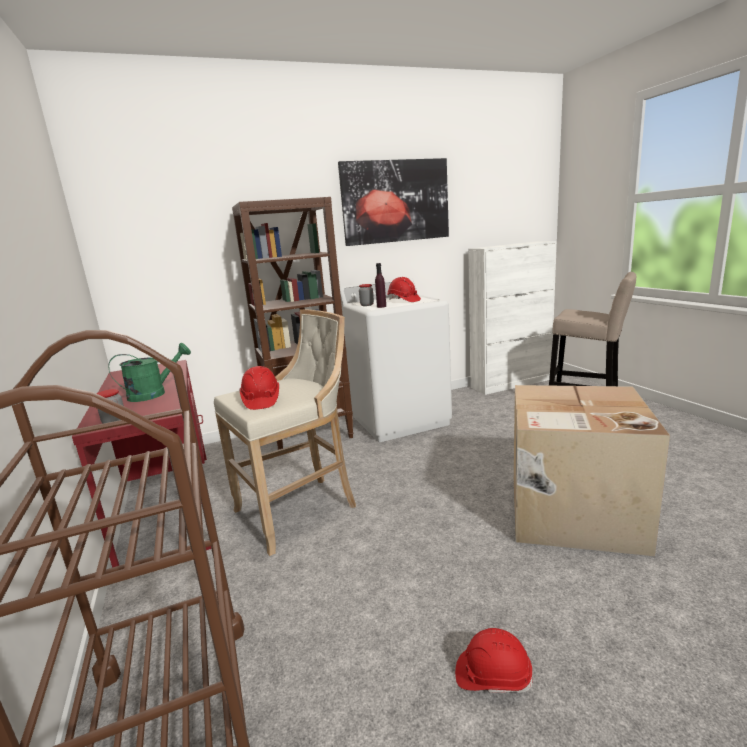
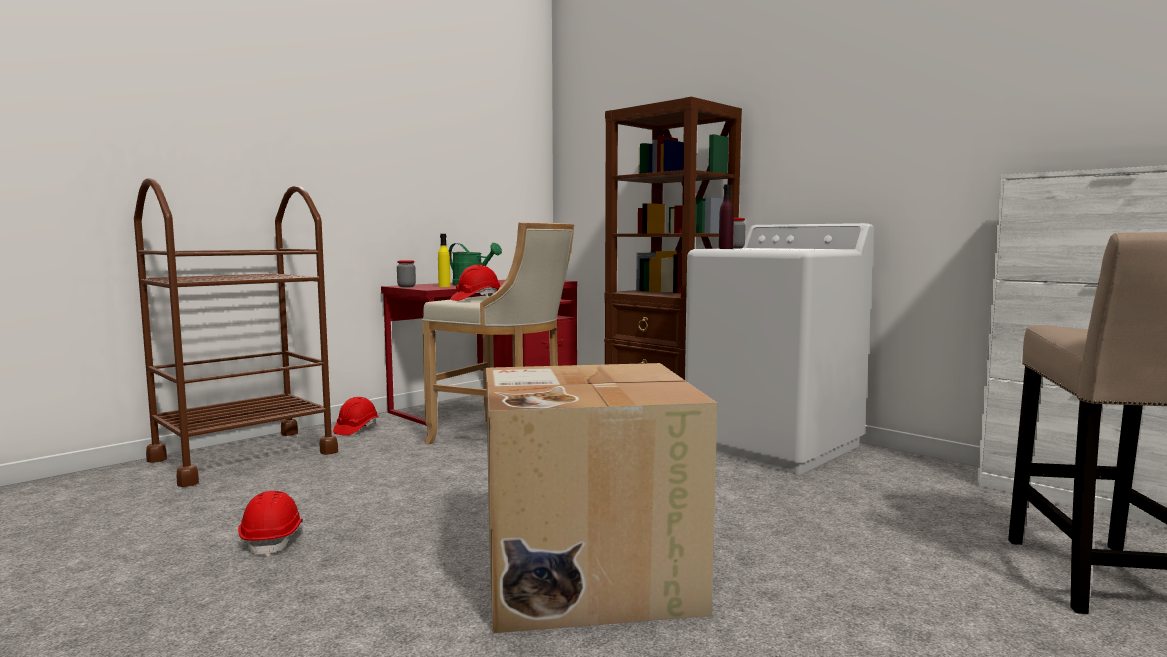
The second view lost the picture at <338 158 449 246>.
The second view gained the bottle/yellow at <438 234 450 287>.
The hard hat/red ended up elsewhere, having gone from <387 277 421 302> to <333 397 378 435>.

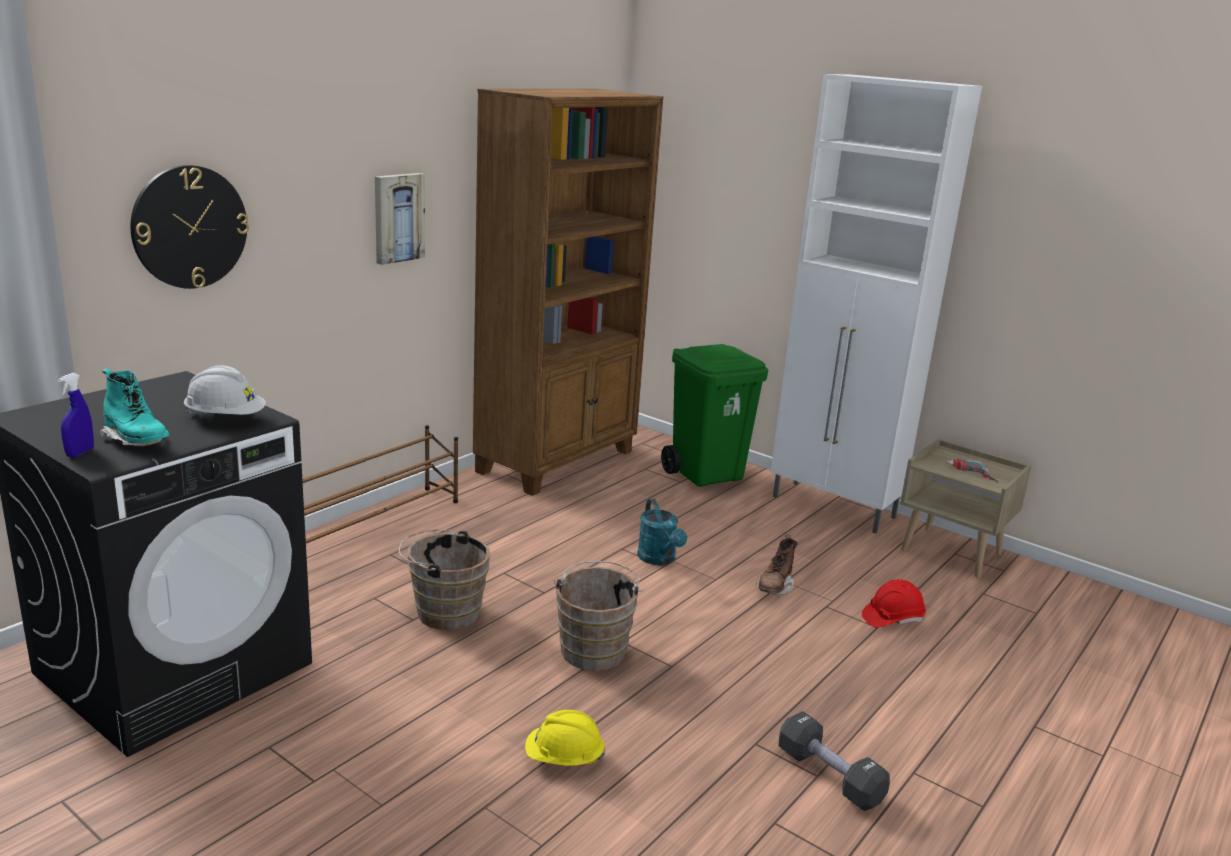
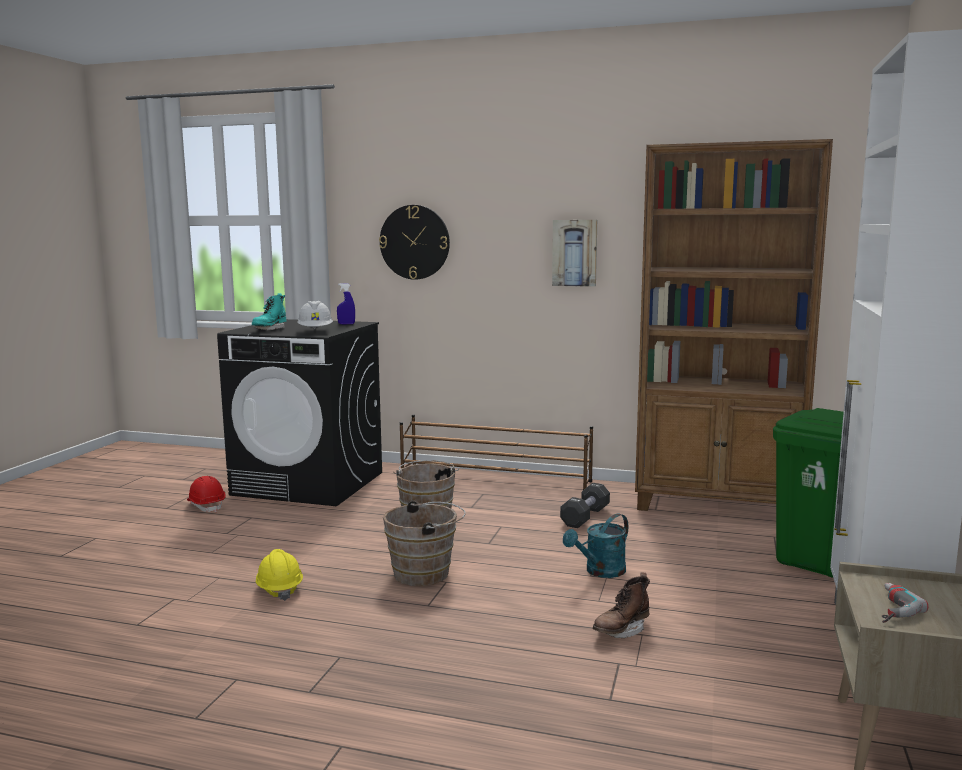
The spray bottle/blue ended up elsewhere, having gone from <58 373 94 457> to <337 283 355 324>.
The dumbbell/black ended up elsewhere, having gone from <778 711 890 811> to <560 483 610 528>.
The hard hat/red ended up elsewhere, having gone from <862 579 926 627> to <187 476 226 512>.
The boot/brown at <756 535 798 595> ended up facing another way, 45 degrees counterclockwise from before.

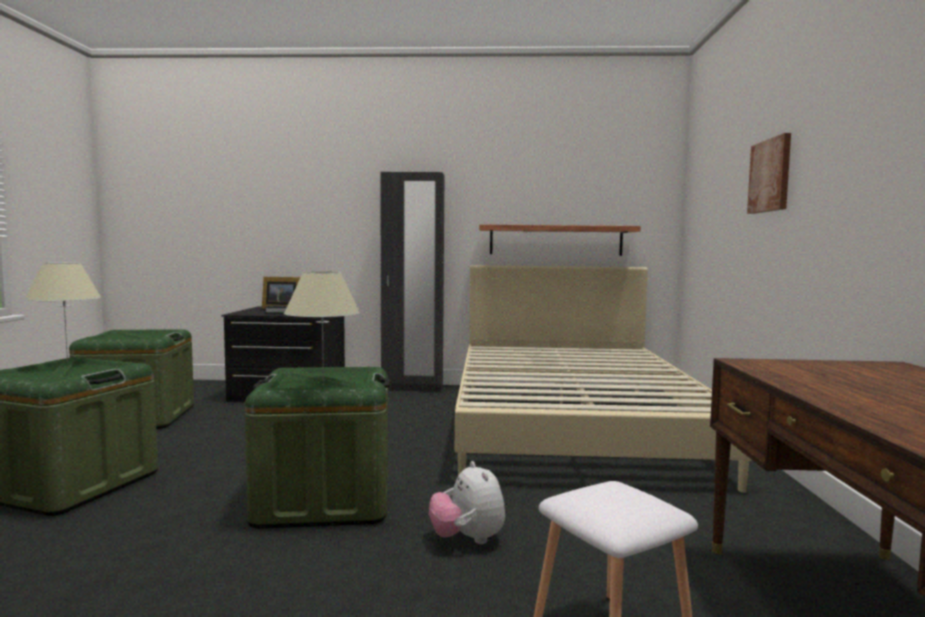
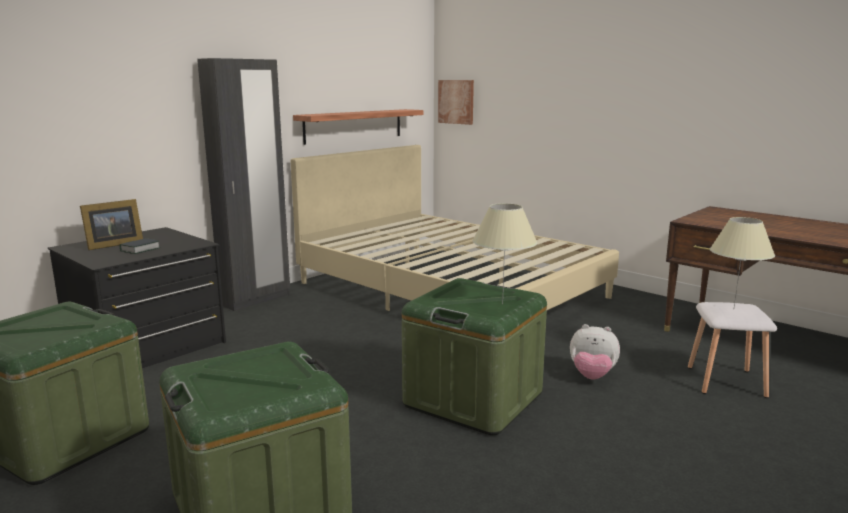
The table lamp/beige ended up elsewhere, having gone from <24 263 101 363> to <710 217 775 307>.
The picture ended up elsewhere, having gone from <747 133 791 214> to <438 80 474 125>.

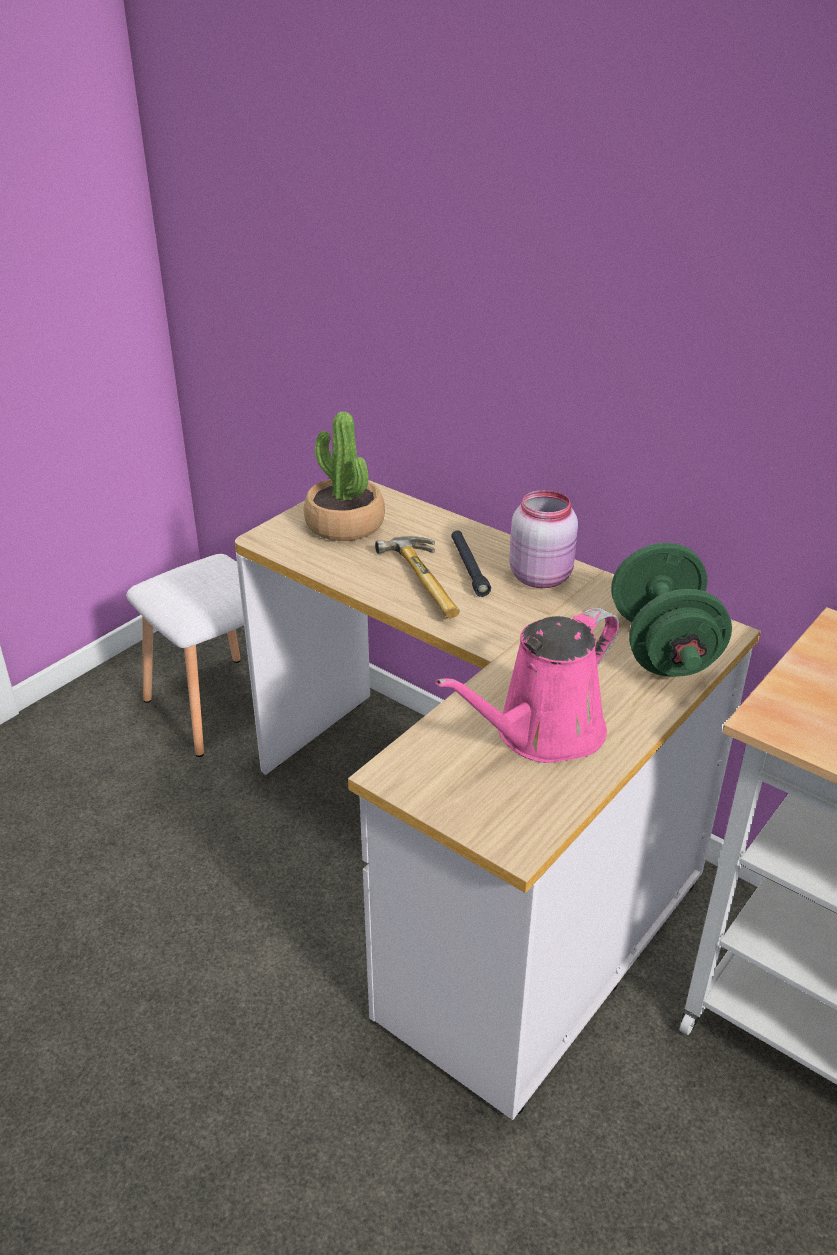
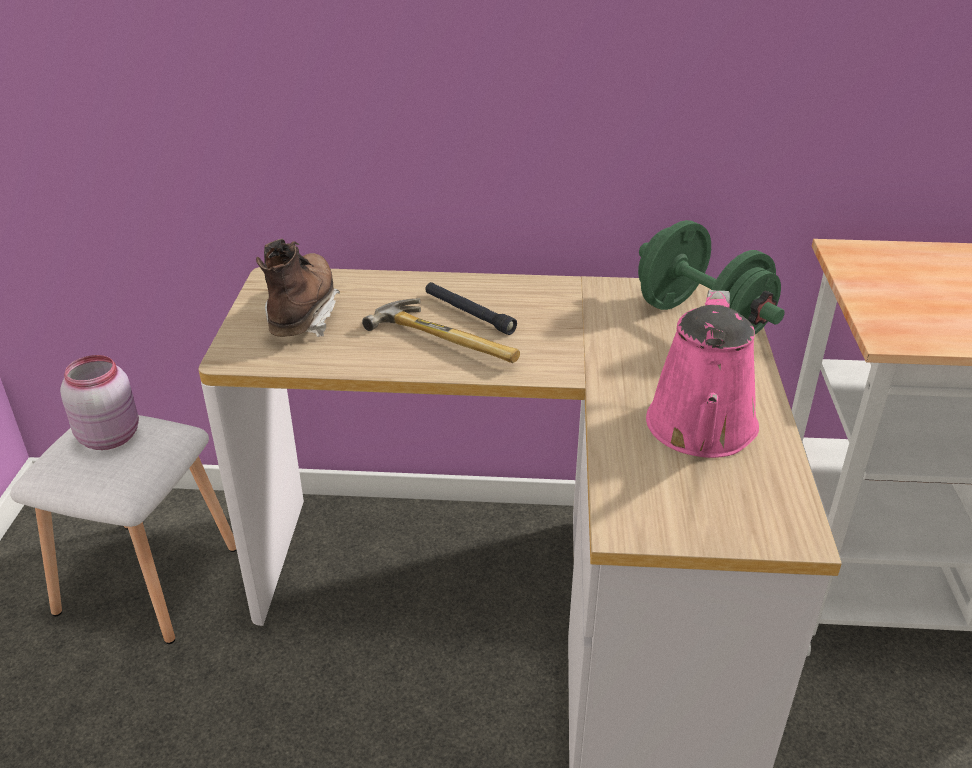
The jar/pink ended up elsewhere, having gone from <509 490 578 588> to <60 355 139 450>.
Where the potted plant stood at <304 411 385 541>, the boot/brown came to stand at <256 239 340 337>.

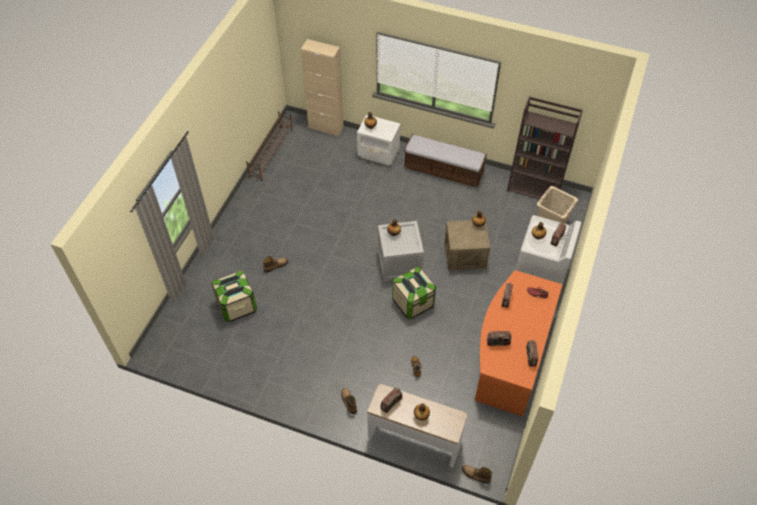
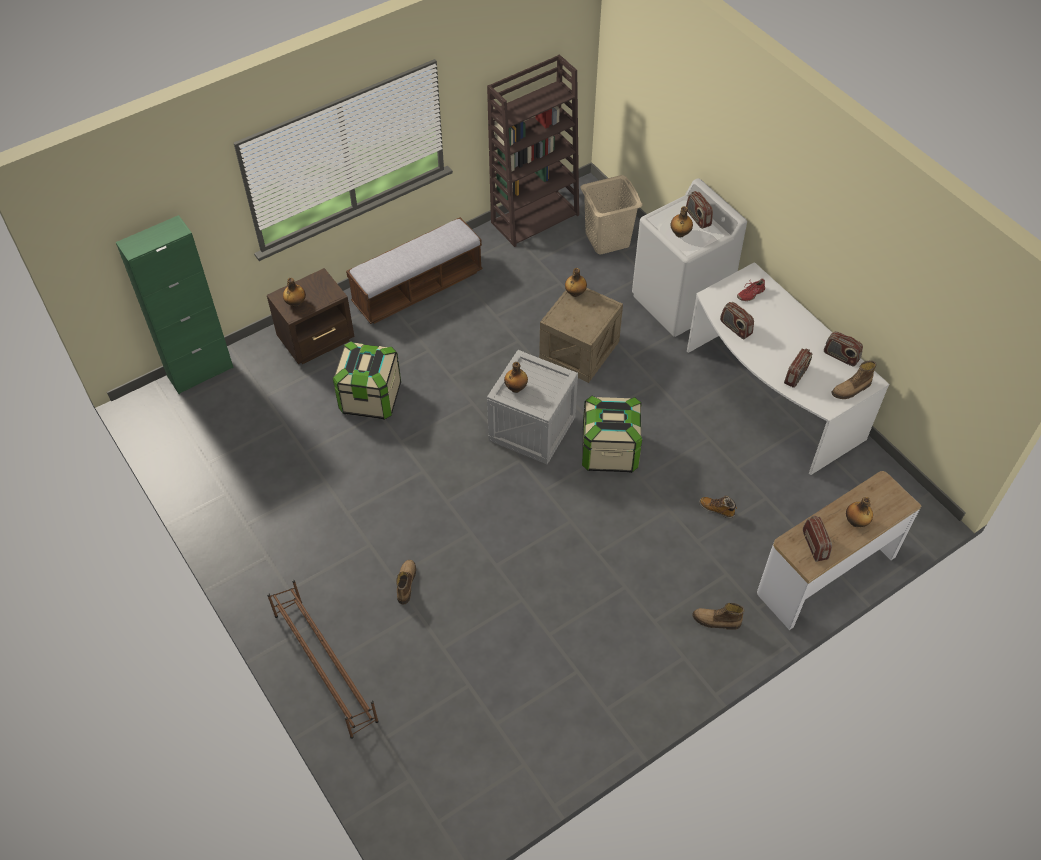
The storage box ended up elsewhere, having gone from <212 271 257 322> to <333 341 401 420>.
The shoe rack/brown ended up elsewhere, having gone from <246 111 293 181> to <267 580 379 739>.
The boot ended up elsewhere, having gone from <462 465 492 484> to <832 360 876 399>.
What was the cabinet/beige at <301 39 344 136> turned into the cabinet/green at <116 215 234 394>.
What was the nightstand/white at <357 115 401 166> turned into the nightstand/brown at <267 268 354 364>.
What was the desk/orange at <475 270 563 417> turned into the desk/white at <687 262 889 475>.

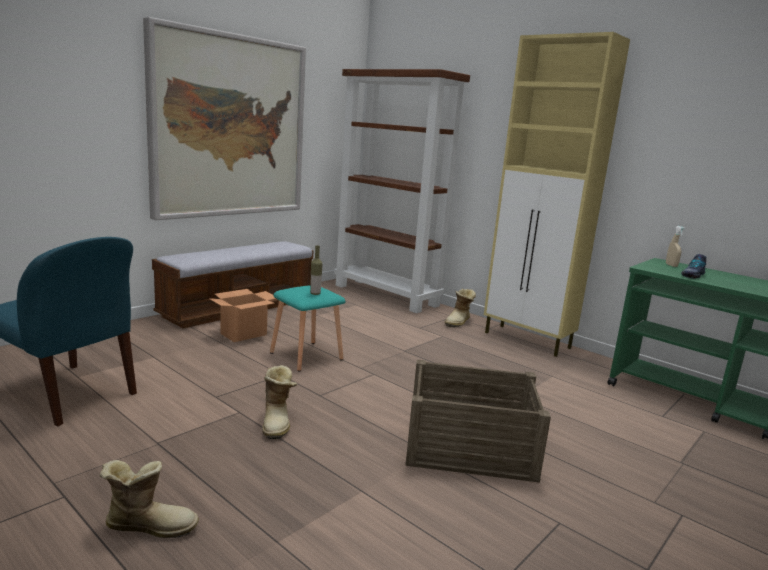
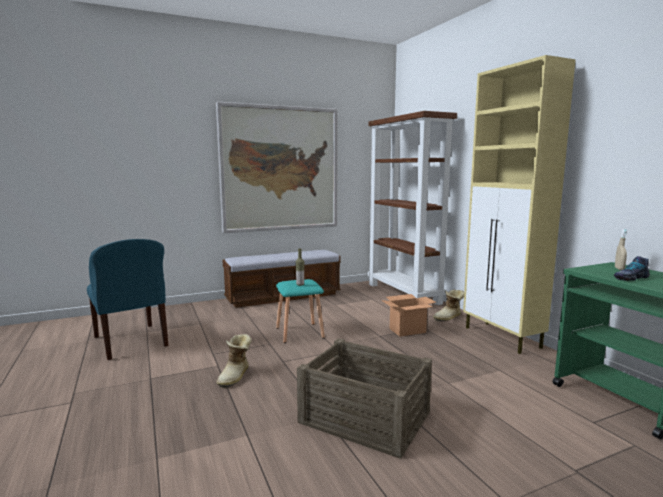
The second view lost the boot at <99 460 199 538>.
The cardboard box ended up elsewhere, having gone from <209 289 276 342> to <381 294 437 337>.

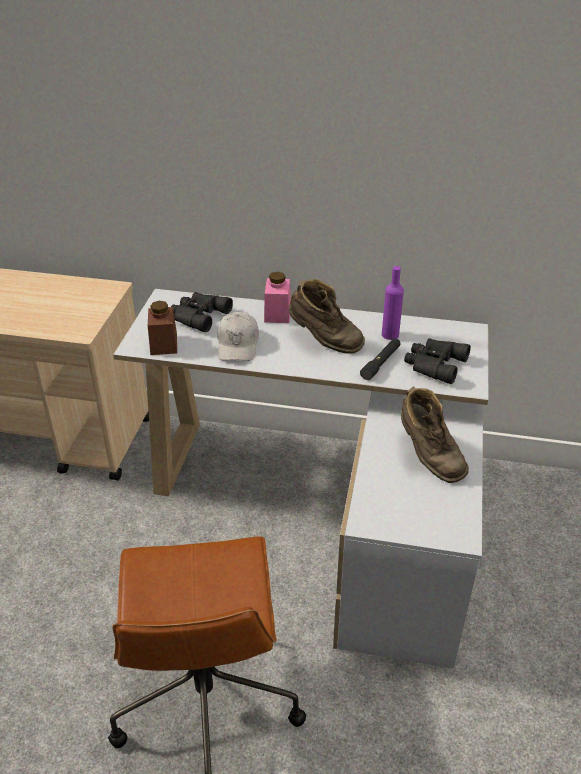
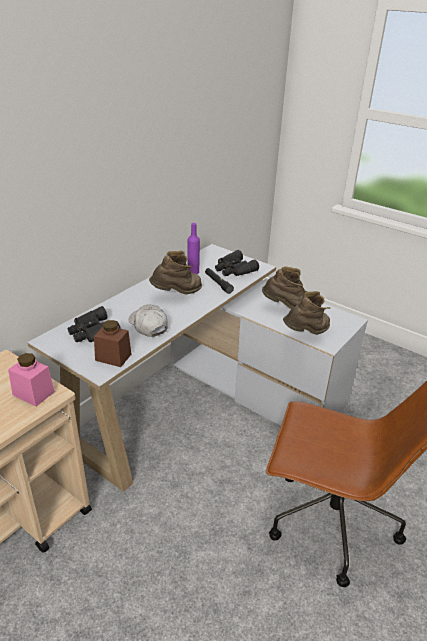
The second view gained the boot/brown at <283 291 330 335>.
The jar/pink ended up elsewhere, having gone from <264 272 291 323> to <8 353 55 407>.
The cap/white at <217 312 259 361> ended up facing another way, 150 degrees counterclockwise from before.

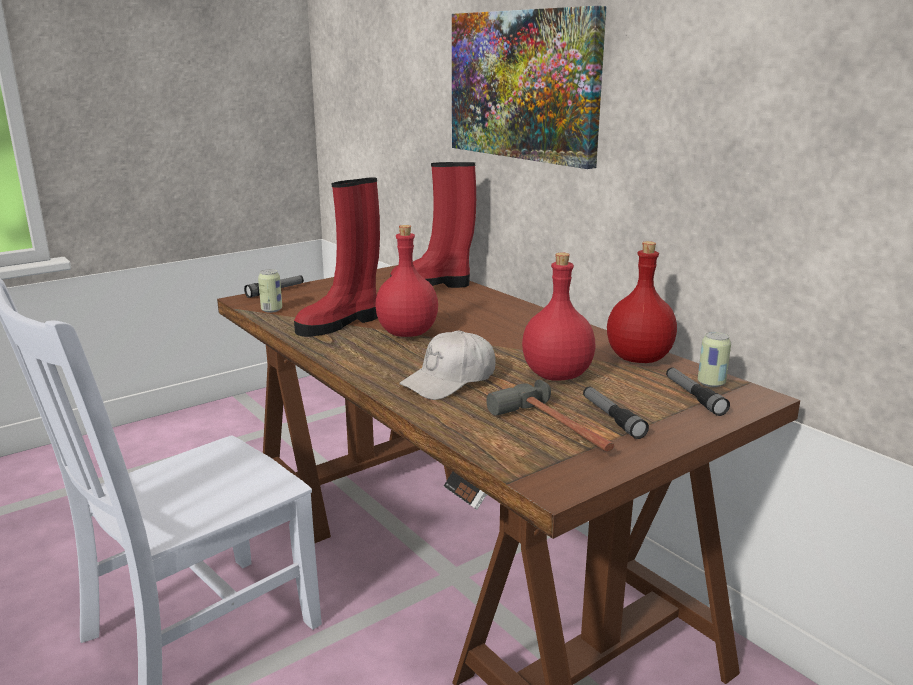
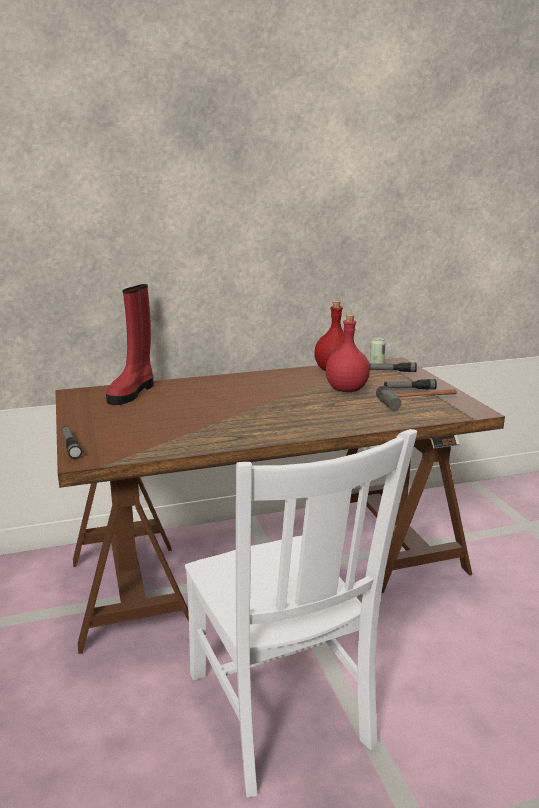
The second view lost the can at <258 269 282 313>.
The second view lost the boot/red at <294 177 380 337>.
The second view lost the bottle/red at <375 225 438 337>.
The second view lost the cap/white at <399 331 496 400>.
The second view lost the picture at <452 6 607 169>.

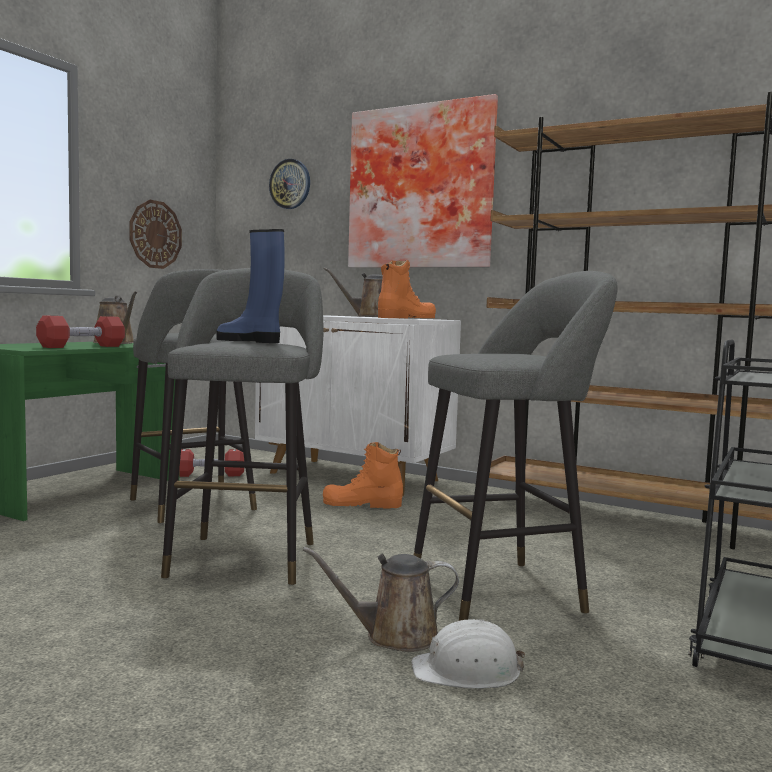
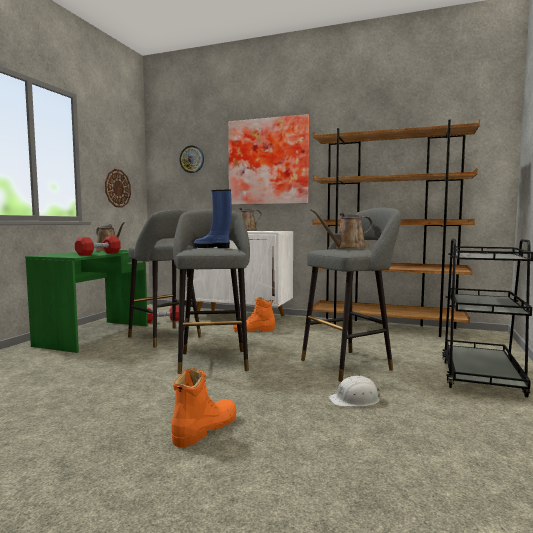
The watering can/brown ended up elsewhere, having gone from <303 547 459 652> to <310 209 373 249>.
The boot/orange ended up elsewhere, having gone from <378 260 436 318> to <171 368 236 448>.

